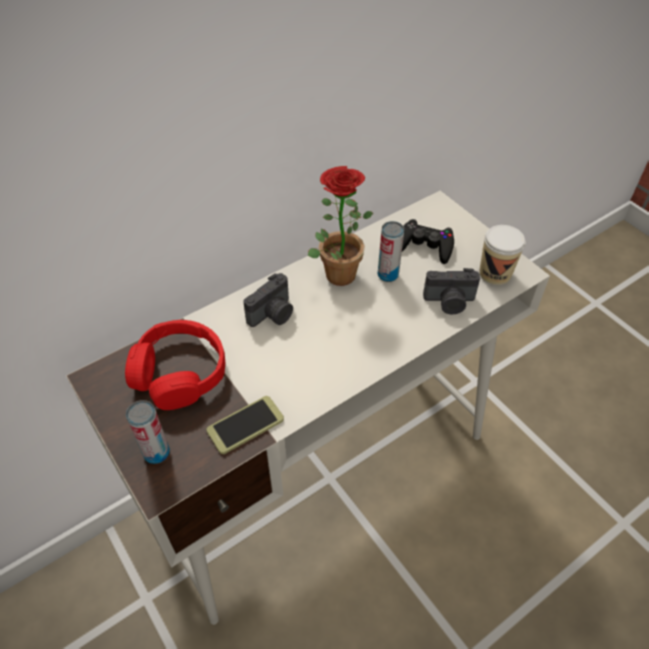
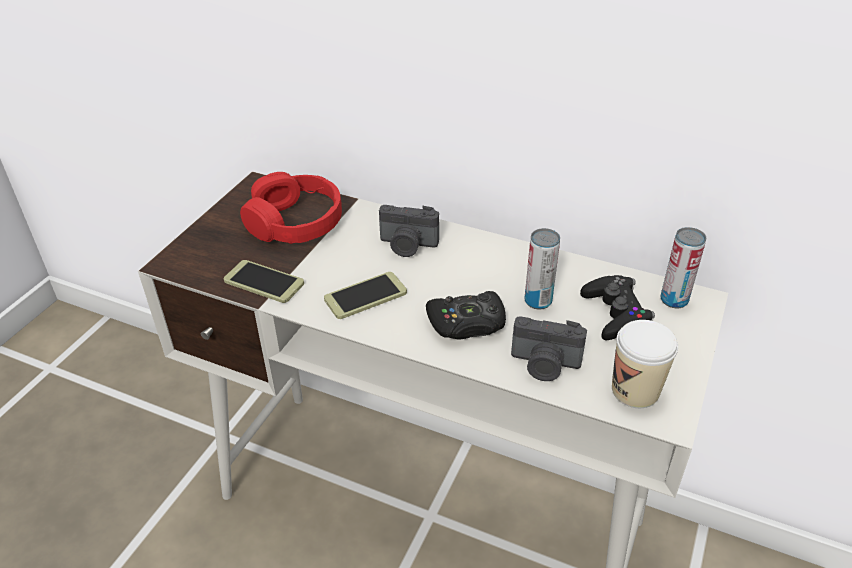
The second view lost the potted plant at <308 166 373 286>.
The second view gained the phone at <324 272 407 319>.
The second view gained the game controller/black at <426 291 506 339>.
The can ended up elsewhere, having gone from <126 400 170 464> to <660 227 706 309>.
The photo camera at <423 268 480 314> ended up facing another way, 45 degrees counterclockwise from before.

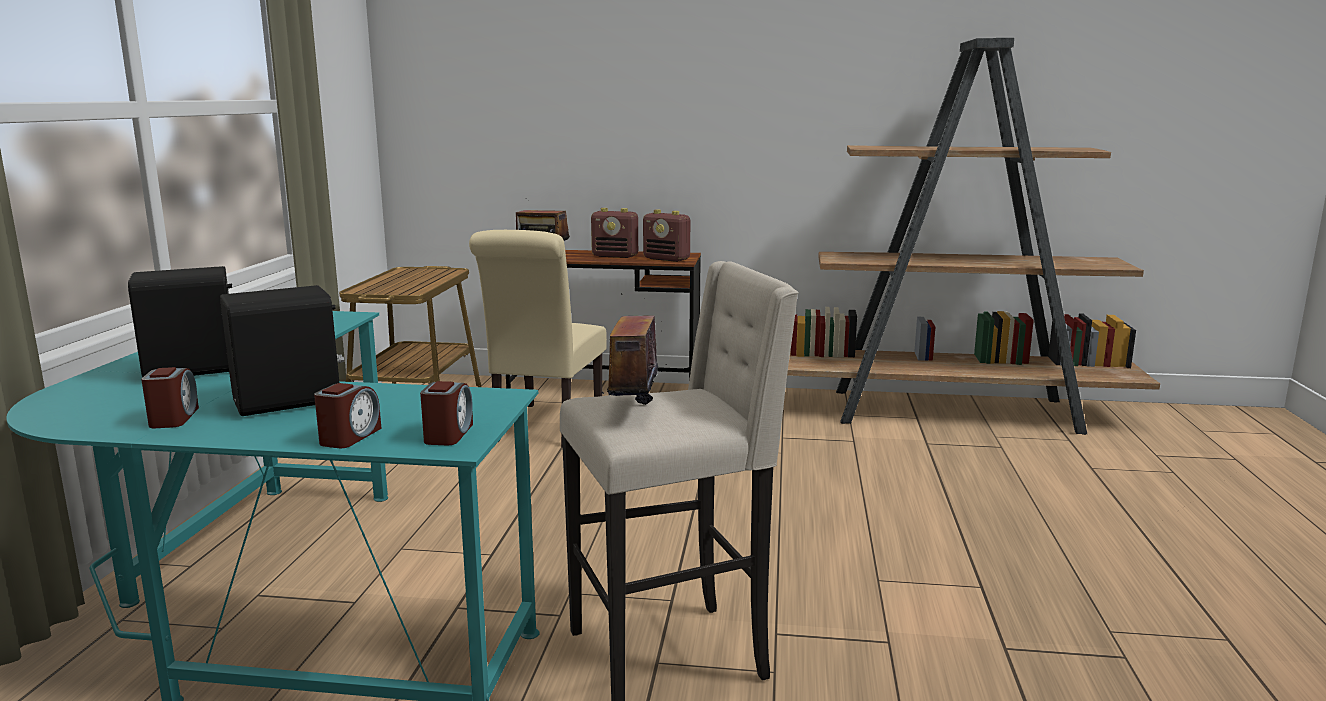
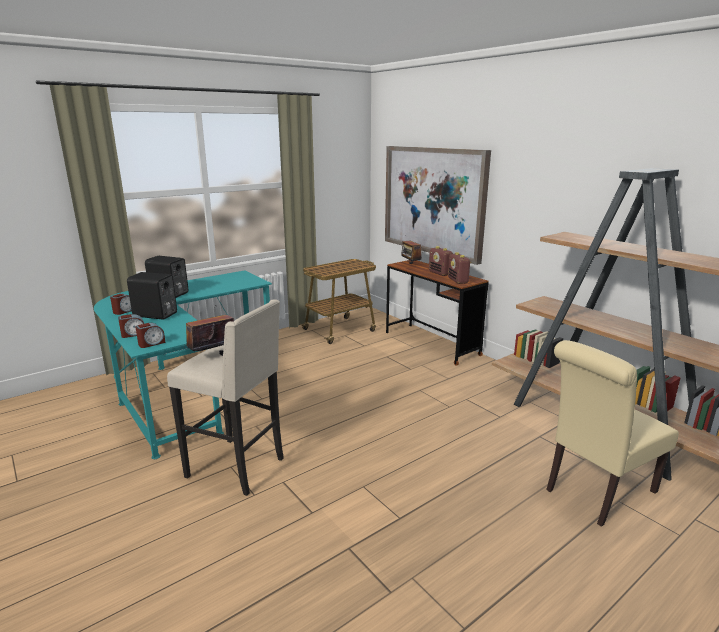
The second view gained the picture at <385 146 491 265>.
The chair/beige ended up elsewhere, having gone from <469 230 607 447> to <546 340 679 527>.

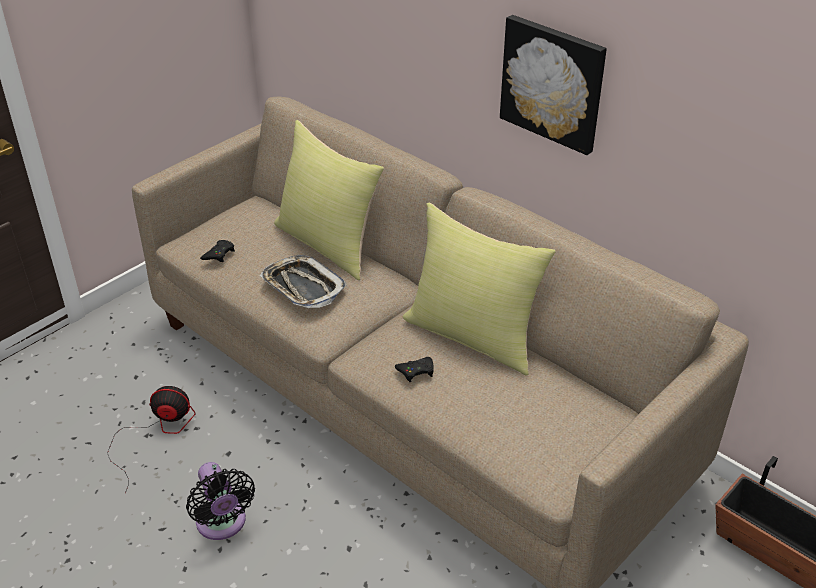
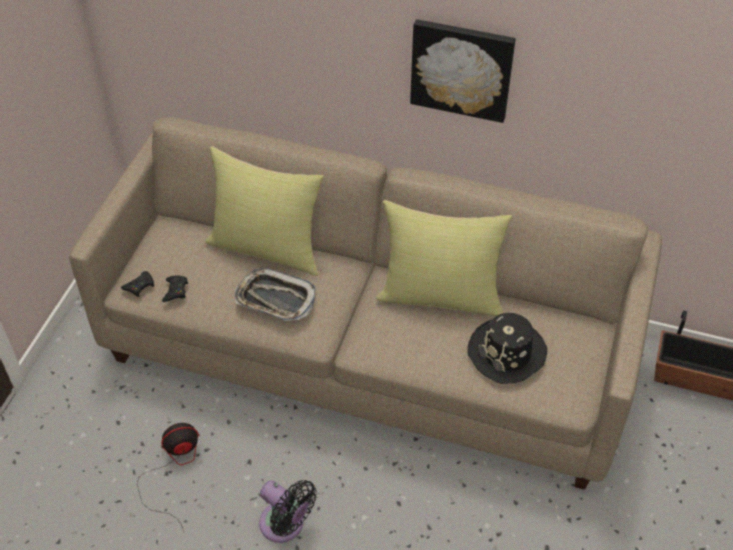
The second view gained the hat/black at <467 313 547 384>.
The game controller/black ended up elsewhere, having gone from <395 357 434 382> to <121 271 154 297>.

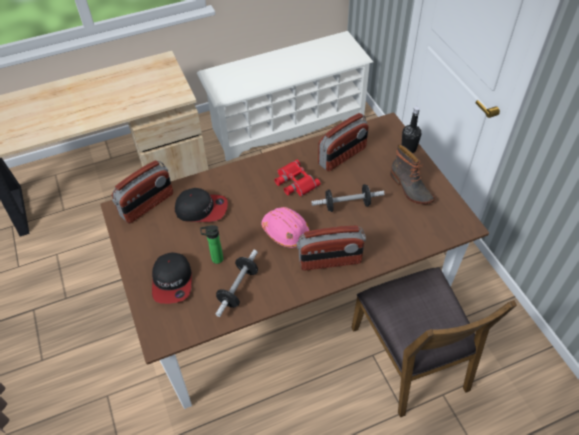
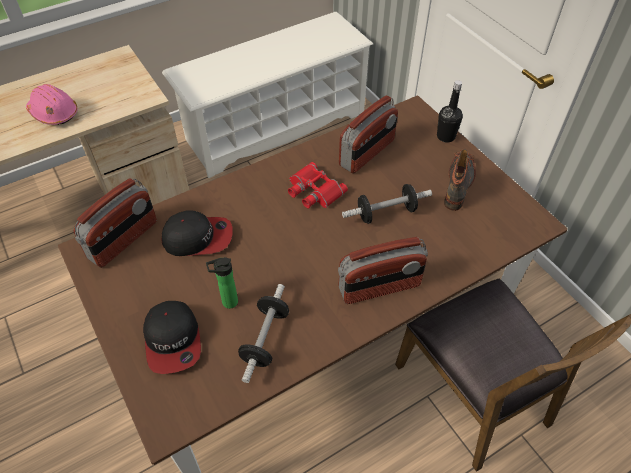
The hard hat/pink ended up elsewhere, having gone from <262 207 310 248> to <26 84 78 125>.
The boot at <390 144 435 204> ended up facing another way, 120 degrees counterclockwise from before.

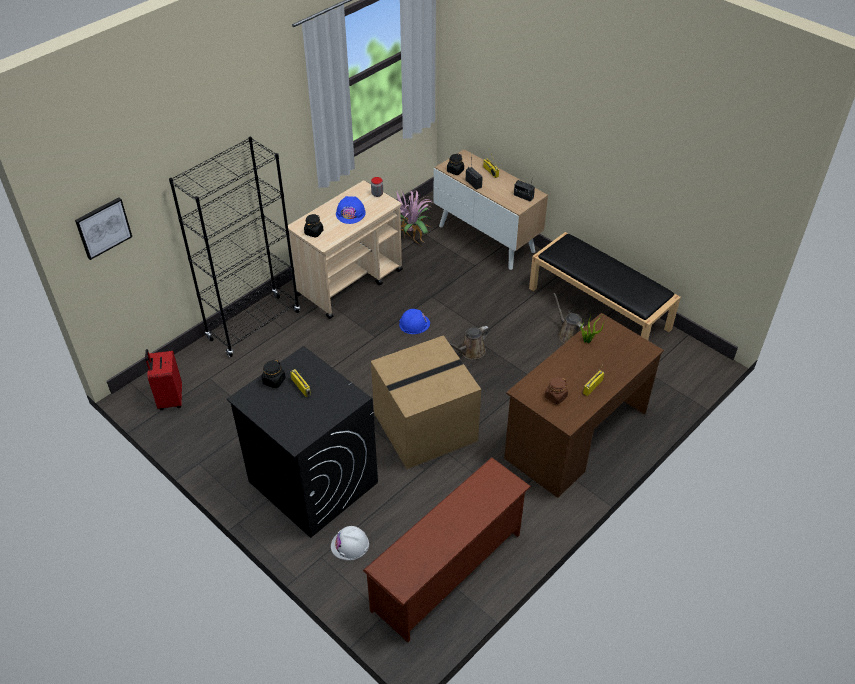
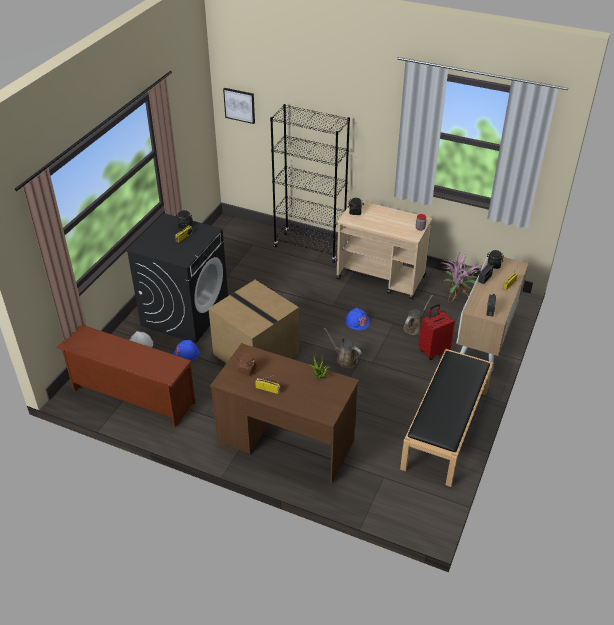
The suitcase/red ended up elsewhere, having gone from <145 349 182 410> to <419 304 455 360>.
The hard hat/blue ended up elsewhere, having gone from <336 196 366 224> to <173 340 200 361>.
The watering can/brown ended up elsewhere, having gone from <554 293 584 344> to <403 295 433 335>.

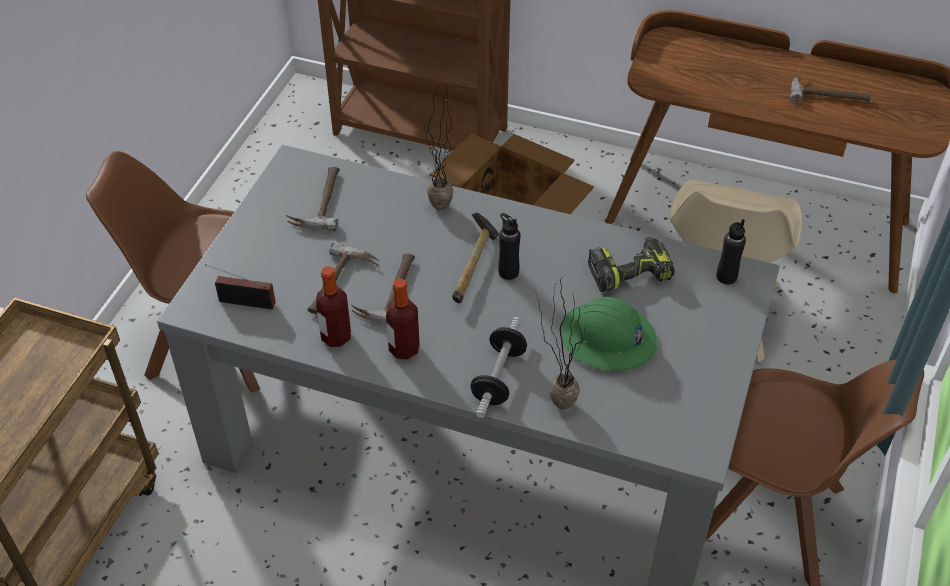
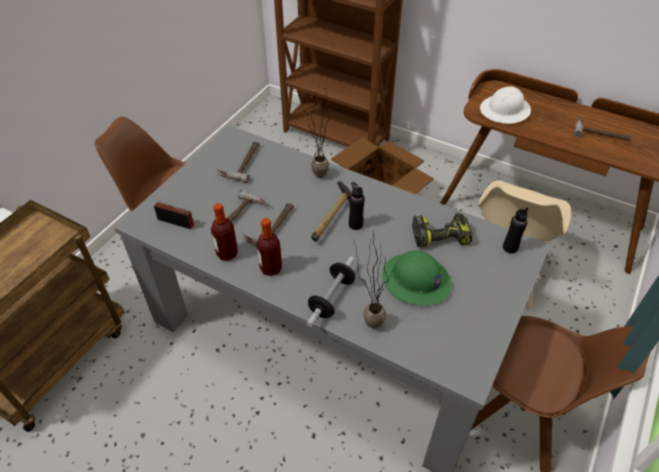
The second view gained the hard hat/white at <480 86 531 124>.

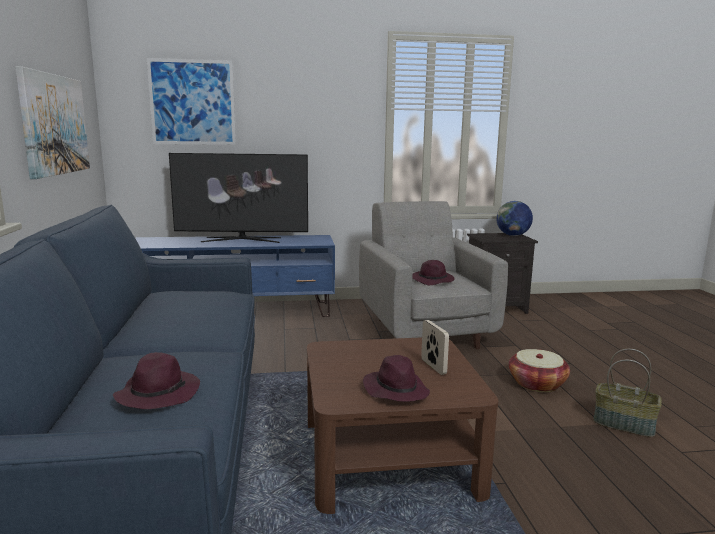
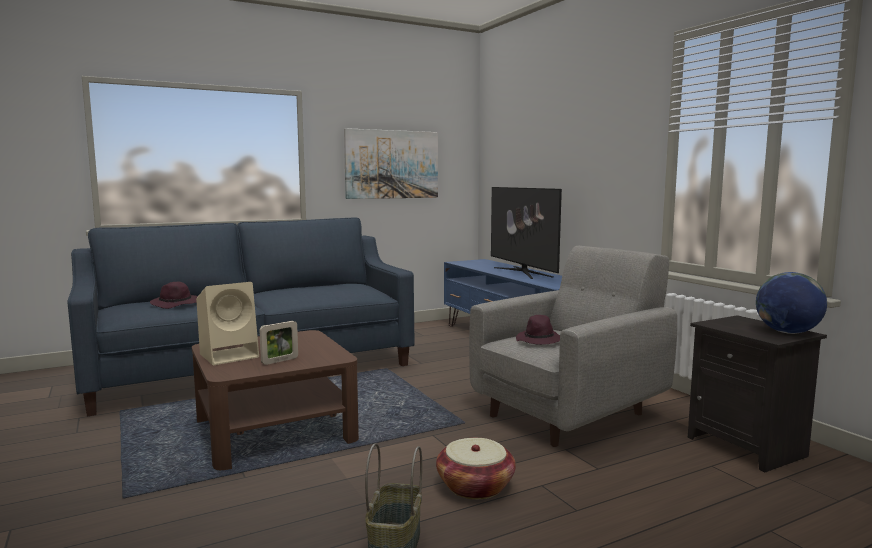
The second view lost the picture at <147 58 236 145>.
Where the hat/purple stood at <363 355 430 402>, the speaker/beige came to stand at <196 282 259 365>.

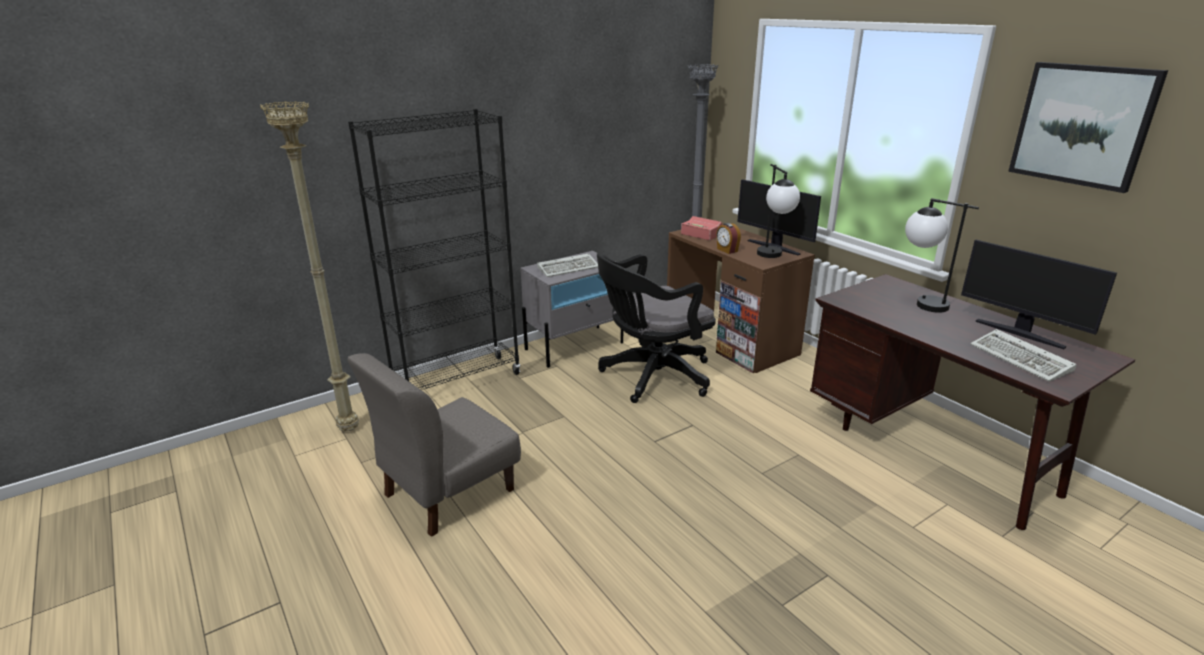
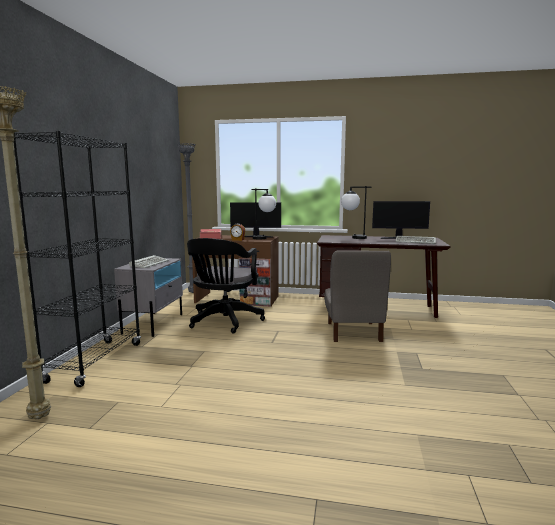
The second view lost the picture at <1008 62 1168 193>.
The chair/grey ended up elsewhere, having gone from <347 353 521 537> to <324 251 391 342>.

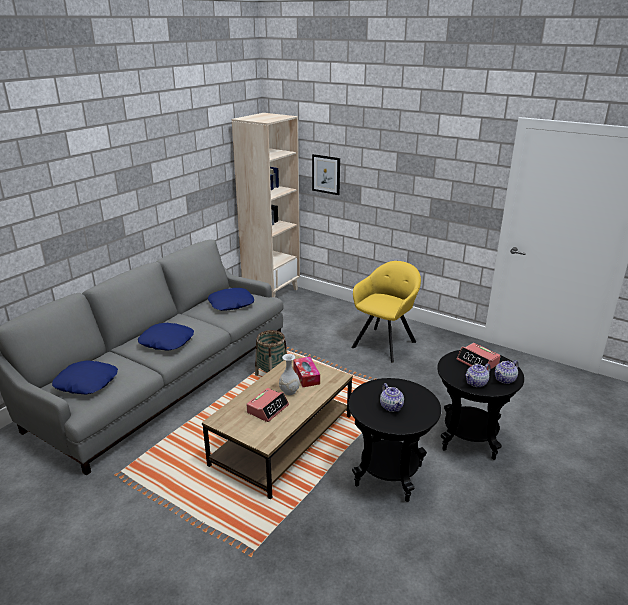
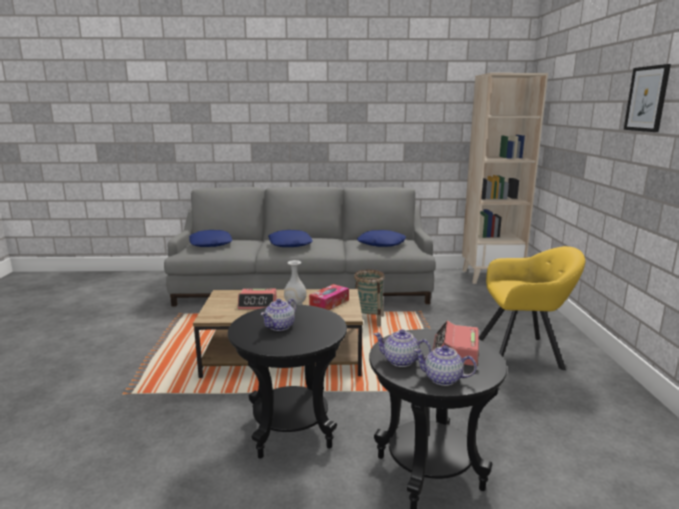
The picture ended up elsewhere, having gone from <312 154 340 195> to <624 64 671 132>.

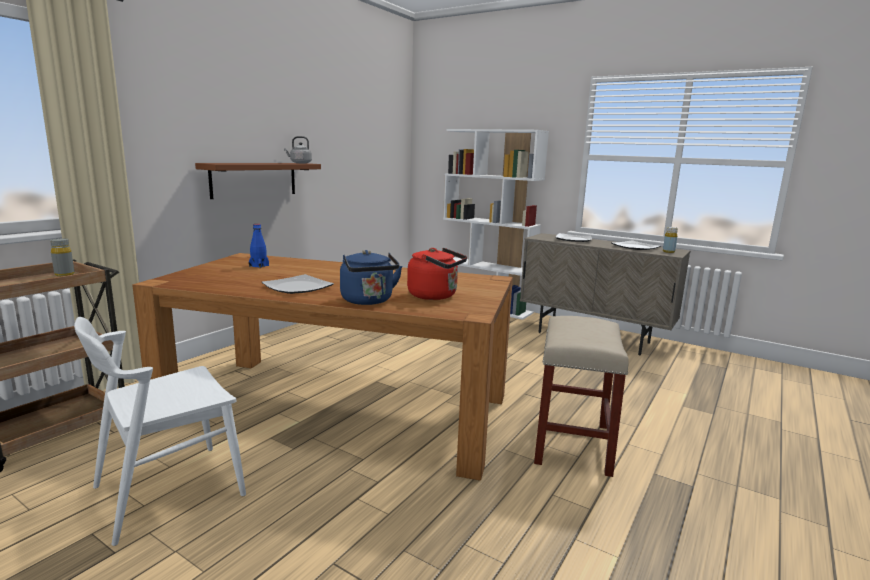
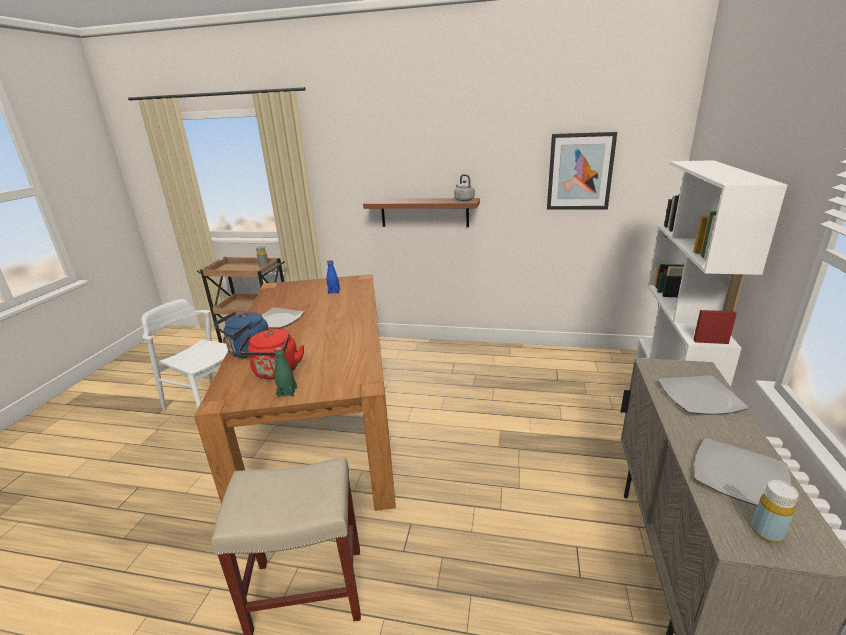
The second view gained the bottle/green at <274 347 297 397>.
The second view gained the picture at <547 132 617 210>.

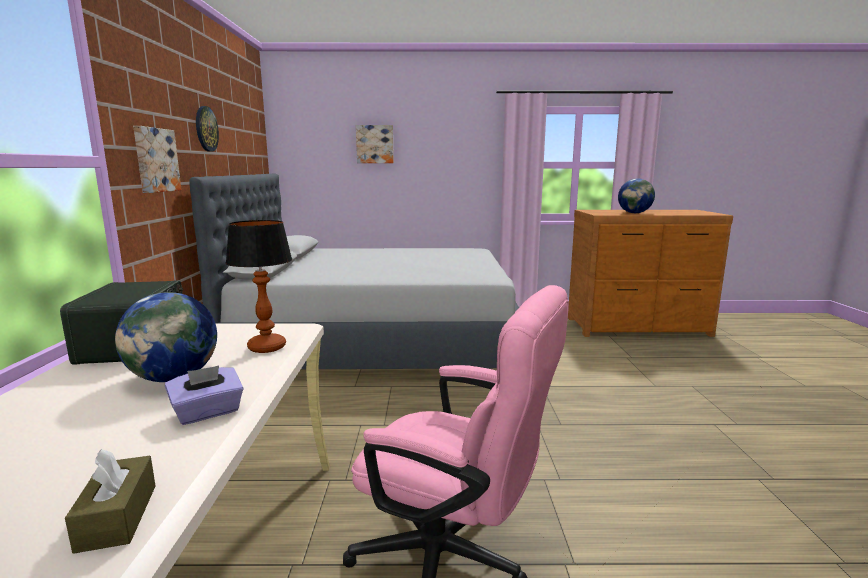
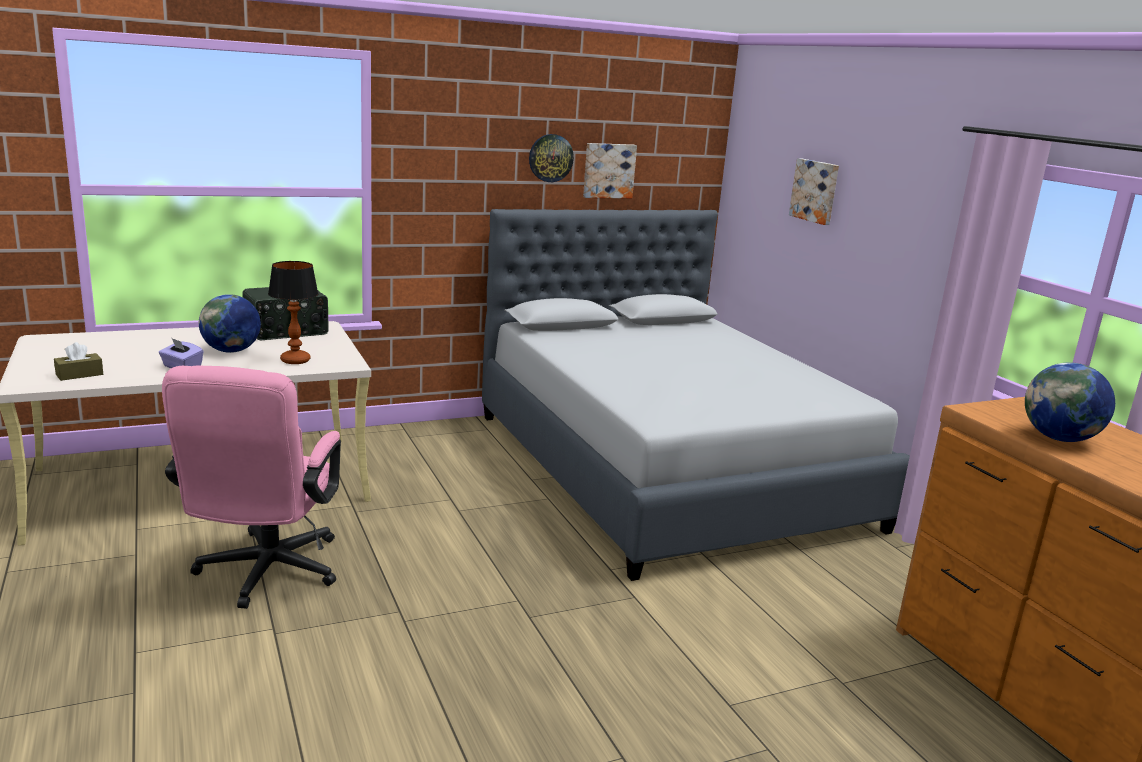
The picture ended up elsewhere, having gone from <133 126 181 193> to <583 143 637 199>.

